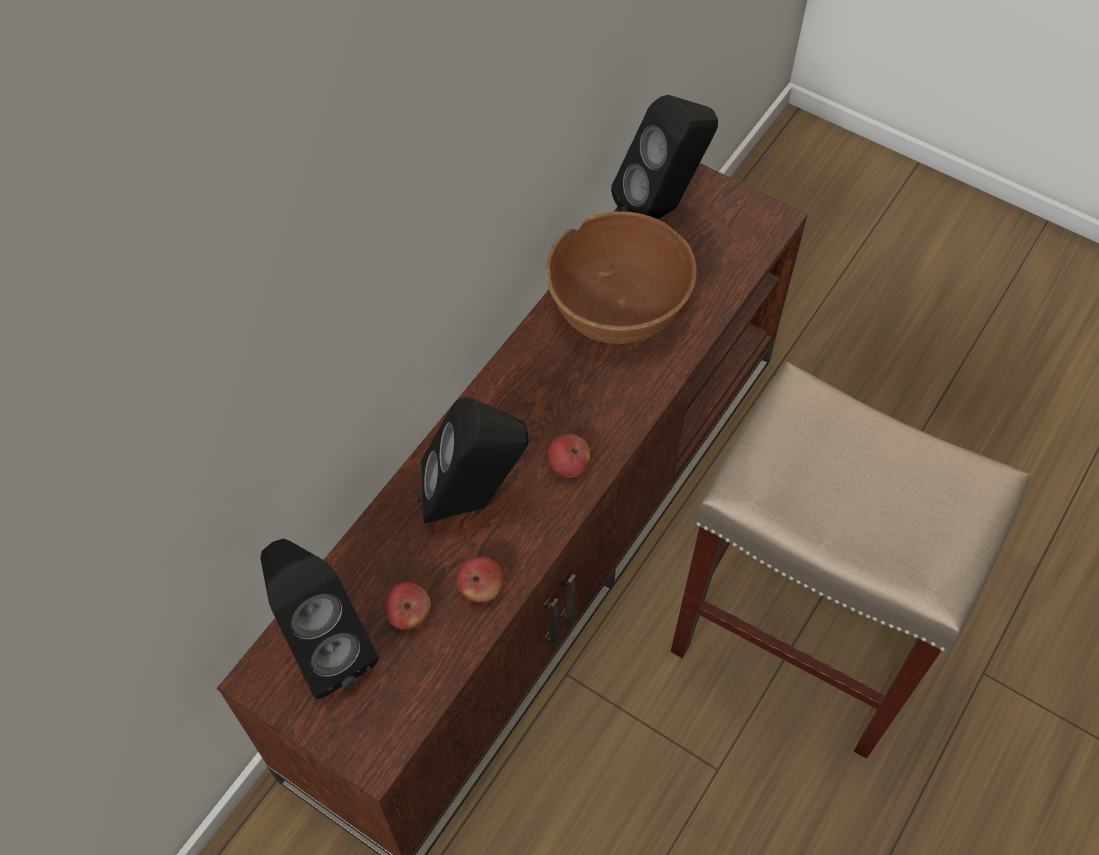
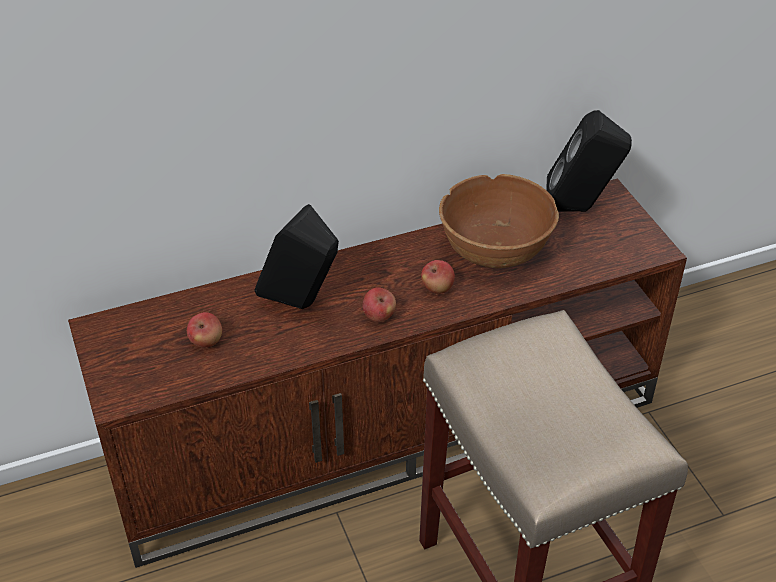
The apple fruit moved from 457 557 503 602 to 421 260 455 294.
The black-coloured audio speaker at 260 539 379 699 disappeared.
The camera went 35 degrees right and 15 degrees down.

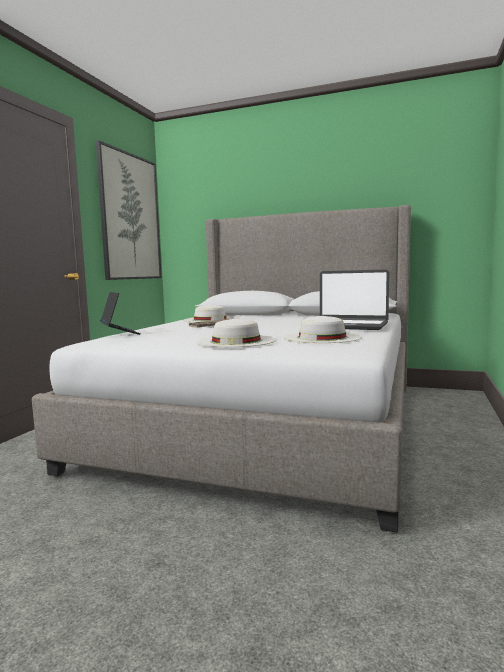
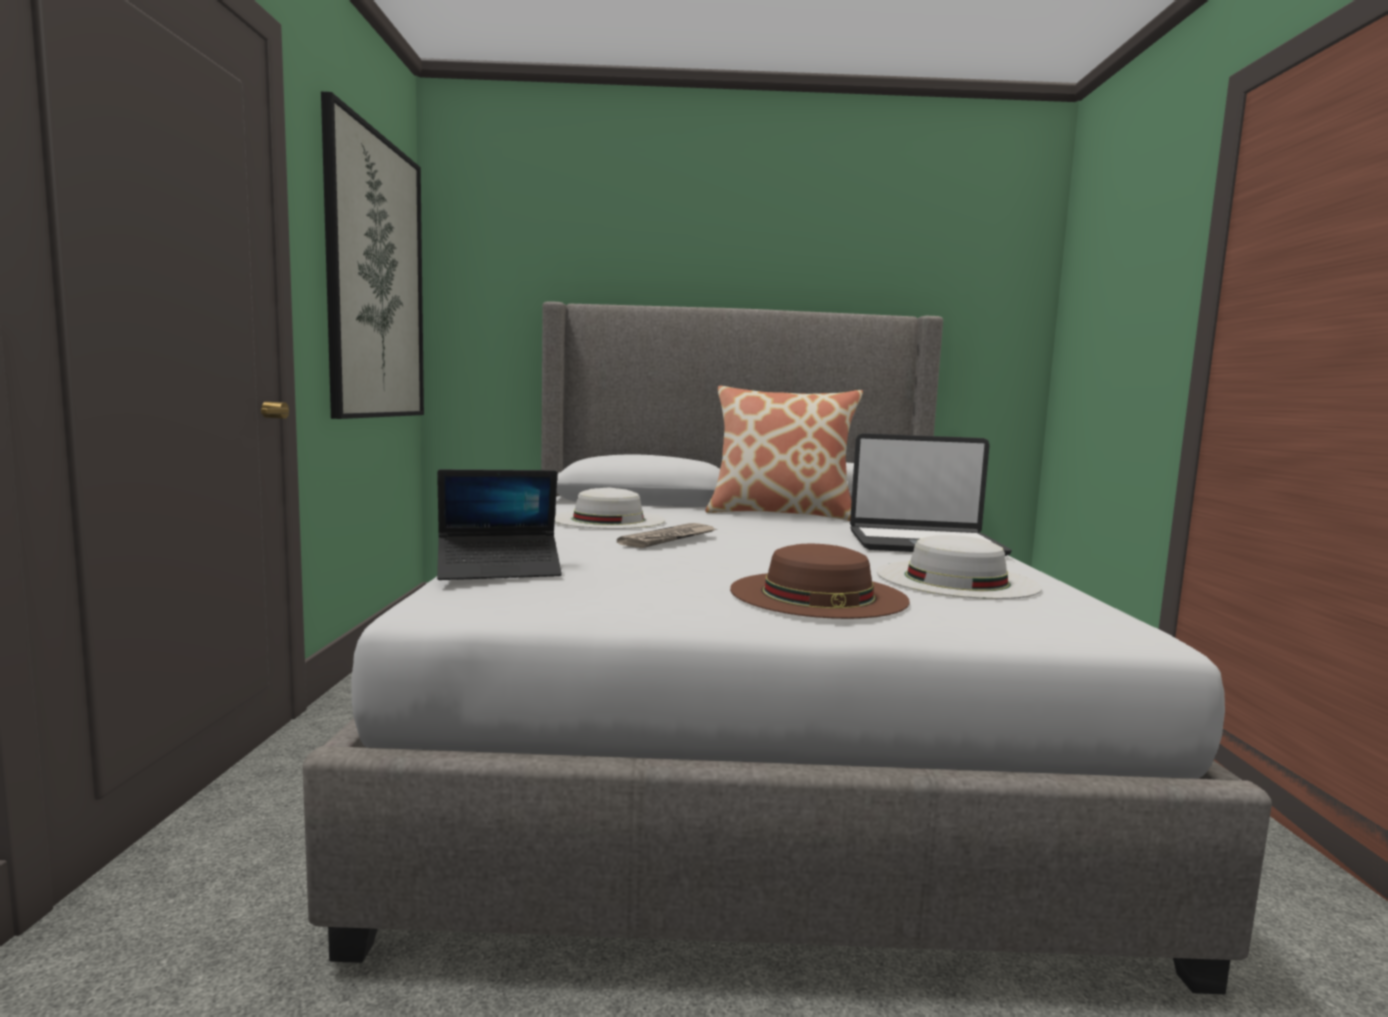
The laptop at 100 292 141 335 turned 120 degrees clockwise.
The cushion at 705 386 863 521 appeared.
The whitish wearable hat at 196 319 276 347 became the brownish wearable hat at 730 544 910 619.
The camera went 20 degrees left and 0 degrees up.

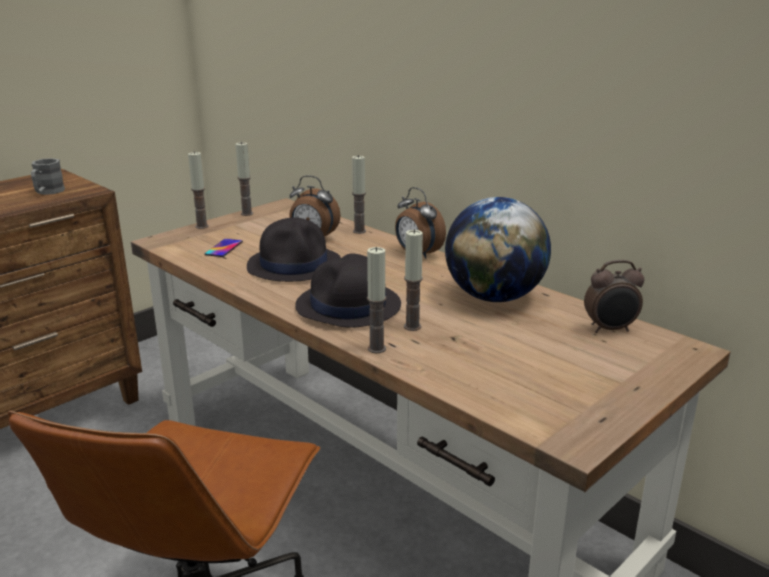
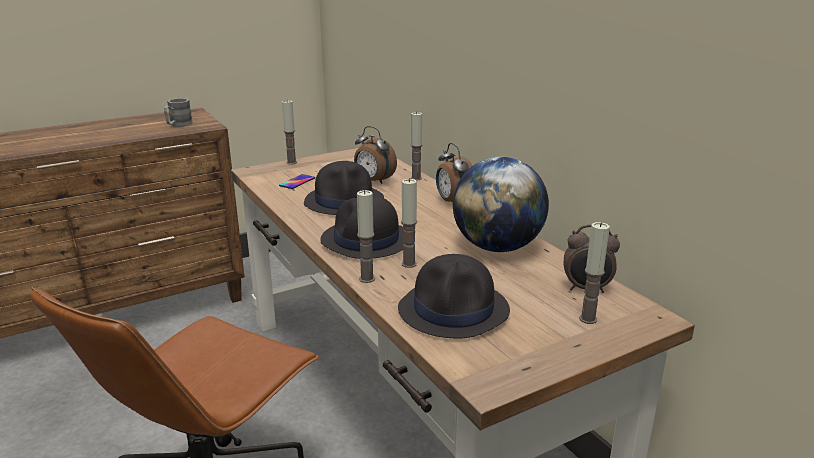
The black-coloured wearable hat at 398 254 510 338 appeared.
The wax candle moved from 236 141 253 216 to 579 222 610 324.
The camera went 15 degrees right and 0 degrees up.

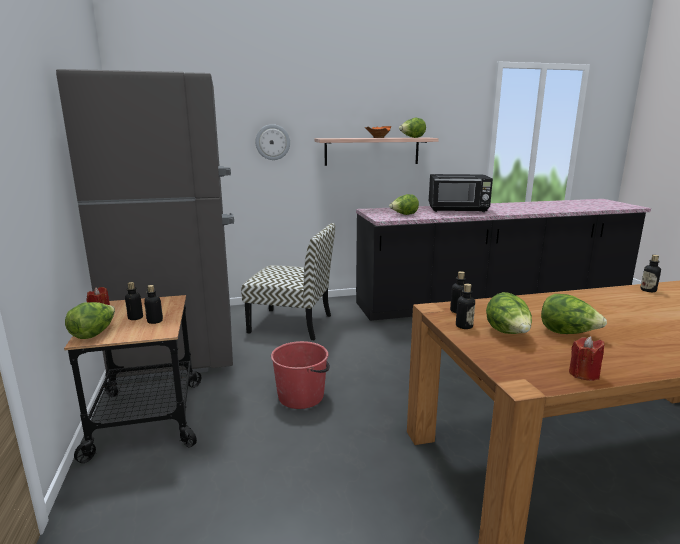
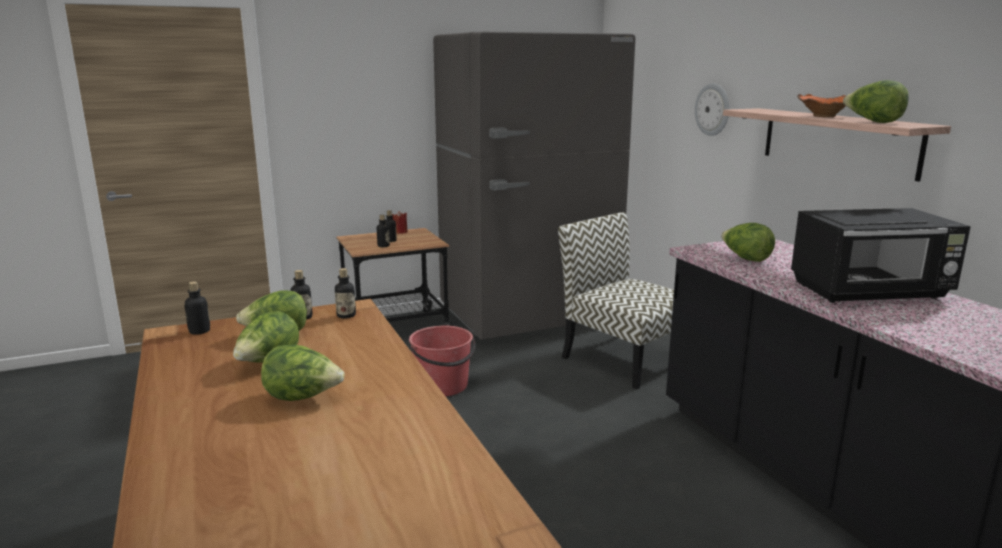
The bottle moved from 641 255 661 292 to 184 281 210 335.
The head of lettuce moved from 65 302 115 339 to 261 345 345 401.
The plain chair at 241 223 335 340 turned 135 degrees clockwise.
The black-coloured microwave oven at 429 174 493 212 turned 90 degrees counterclockwise.
The reddish wax candle at 569 336 604 381 disappeared.
The camera went 80 degrees right and 0 degrees up.

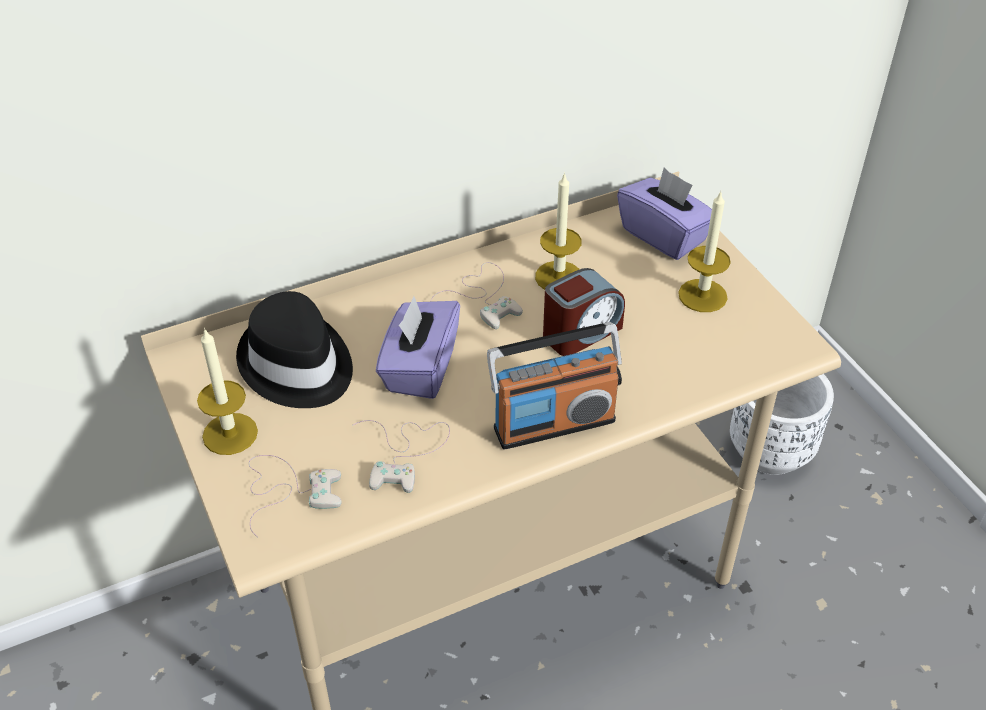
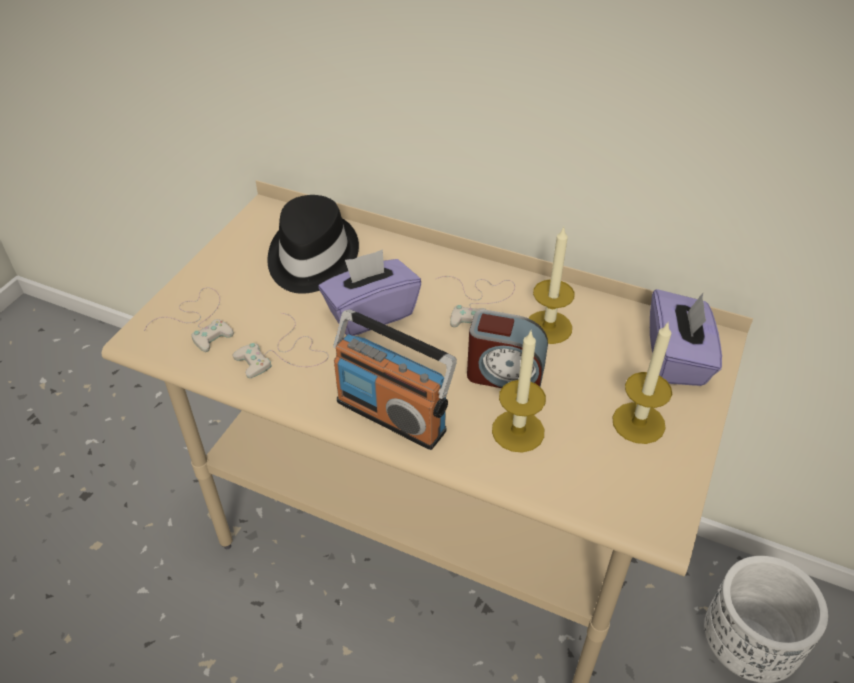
The wax candle moved from 197 328 258 455 to 492 331 546 453.
The camera went 50 degrees right and 0 degrees up.

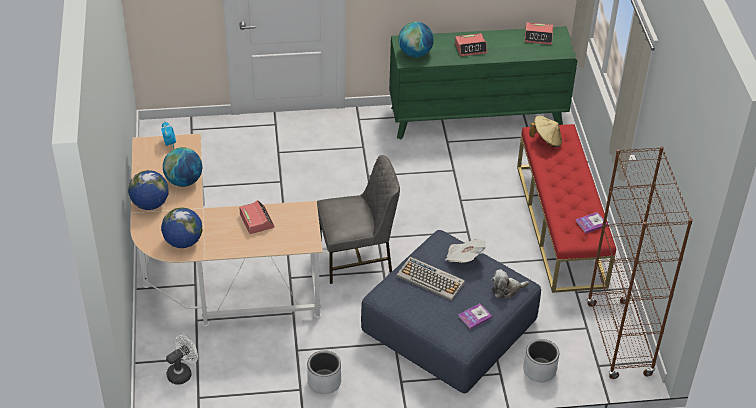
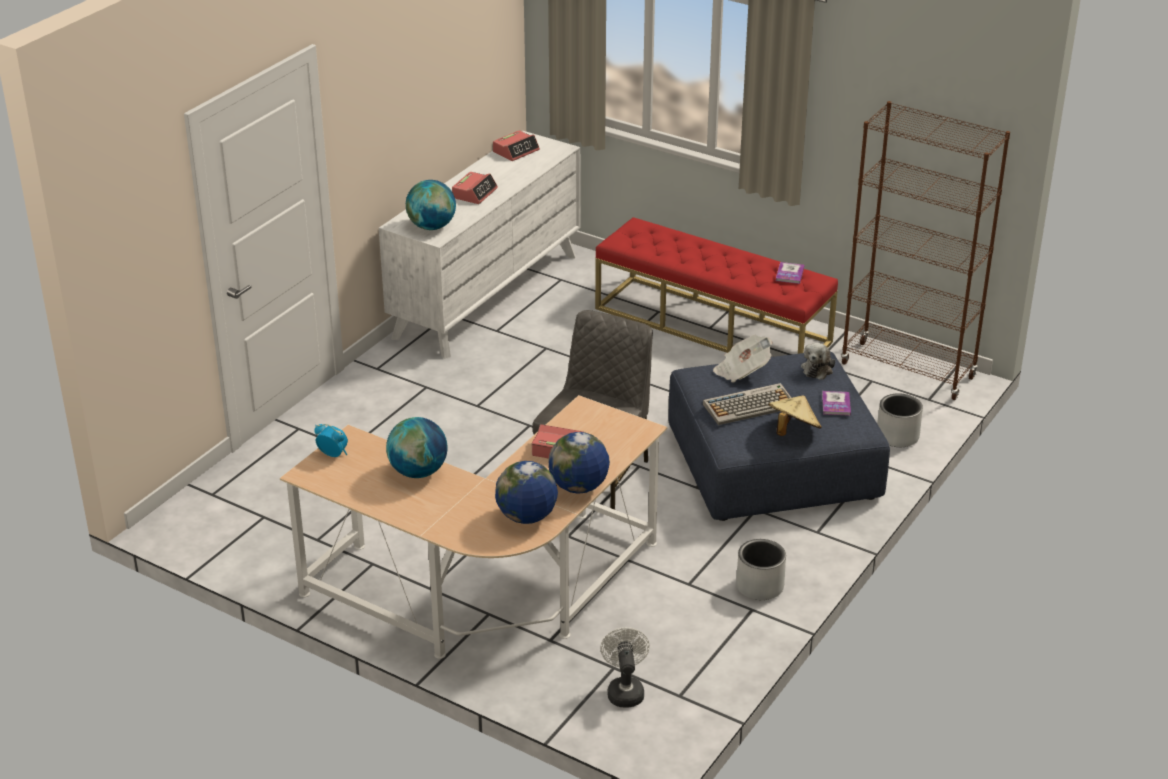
The green drawer chest at 389 26 578 139 became the whitish drawer chest at 379 131 580 359.
The desk globe moved from 128 170 169 210 to 549 432 610 494.
The sand-coloured wearable hat moved from 529 116 562 147 to 768 395 822 436.
The camera went 50 degrees left and 10 degrees down.

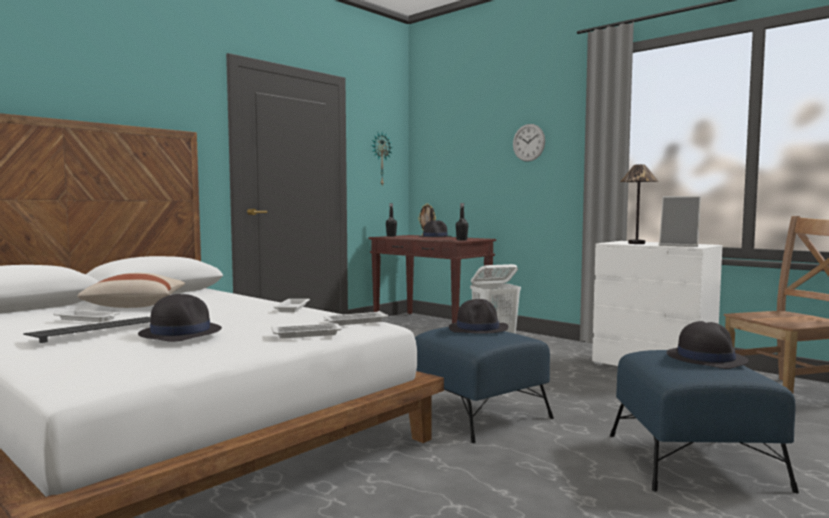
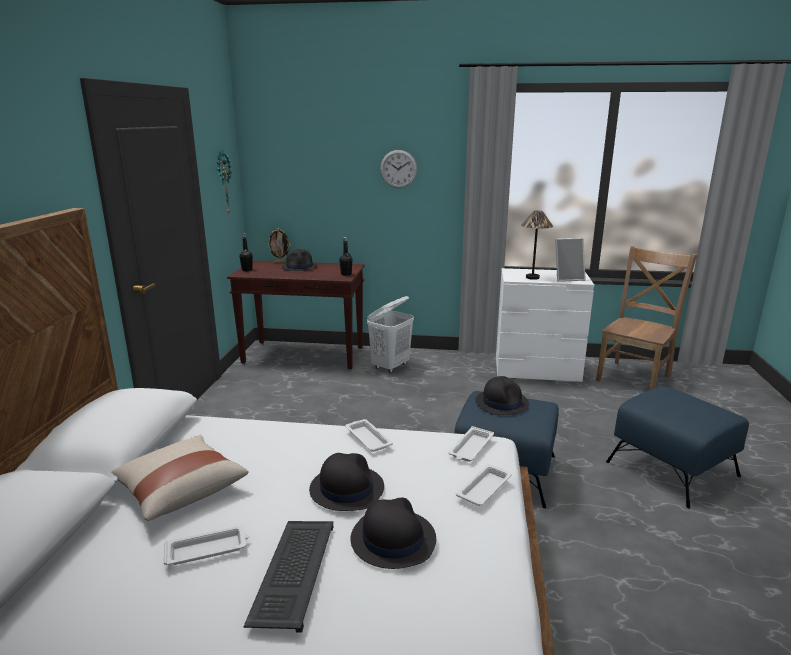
The black-coloured wearable hat moved from 666 321 749 369 to 309 453 384 511.
The camera went 35 degrees left and 15 degrees up.

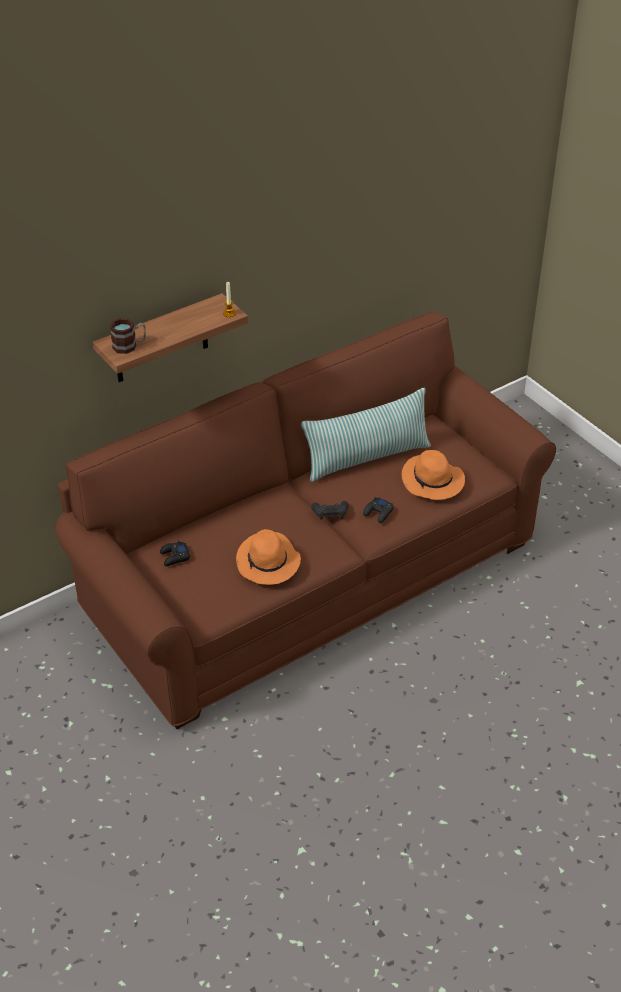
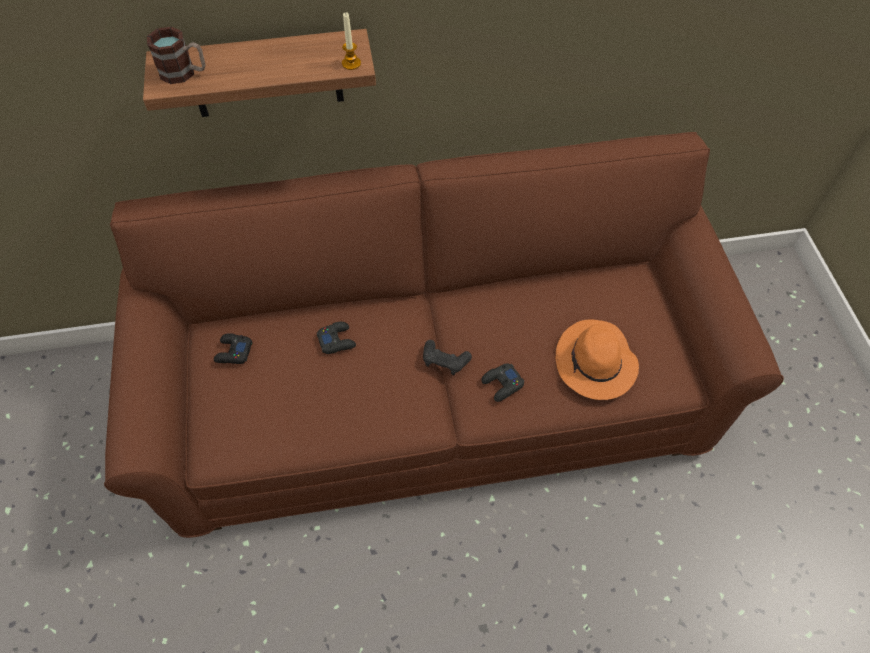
The black-coloured gamepad at 317 322 356 354 appeared.
The orangey wearable hat at 236 529 301 585 disappeared.
The cushion at 301 388 431 482 disappeared.
The camera went 25 degrees right and 15 degrees up.

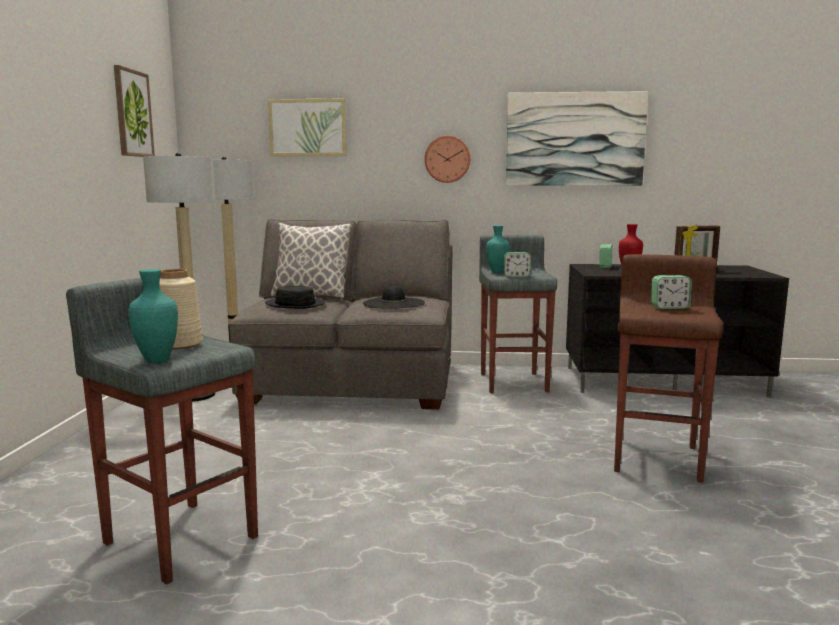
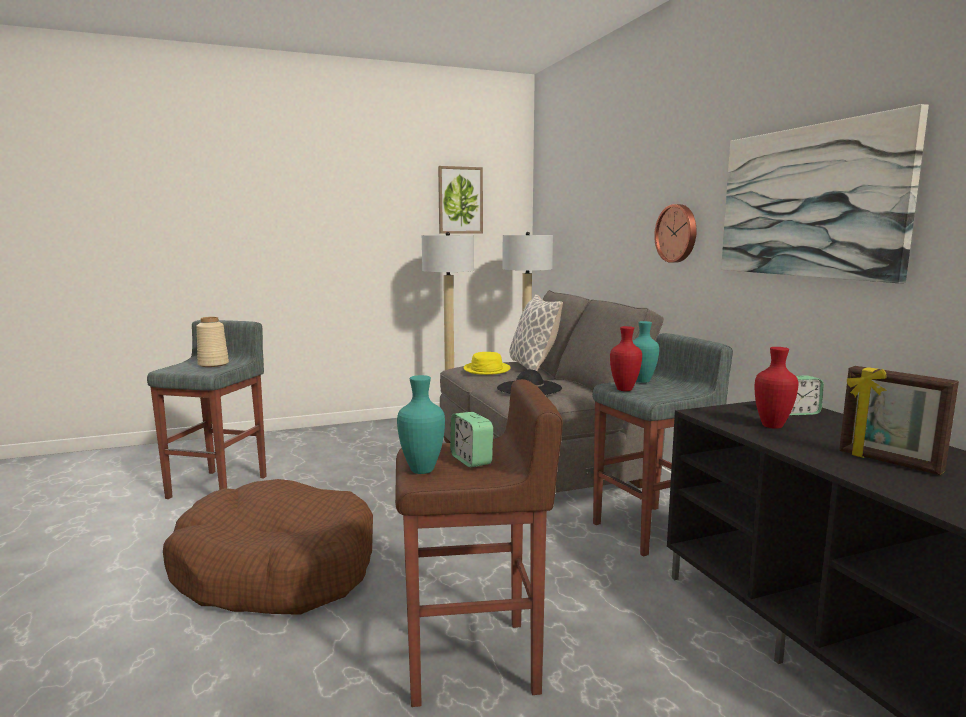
The brownish dog cushion at 163 479 373 615 appeared.
The blue-green flower vase moved from 128 269 178 363 to 397 375 445 474.
The black-coloured wearable hat at 265 286 326 309 became the yellow wearable hat at 463 352 511 375.
The bedside clock at 503 252 531 277 was replaced by the reddish flower vase at 610 326 642 391.
The wall picture at 268 98 347 156 disappeared.
The camera went 65 degrees right and 0 degrees up.

